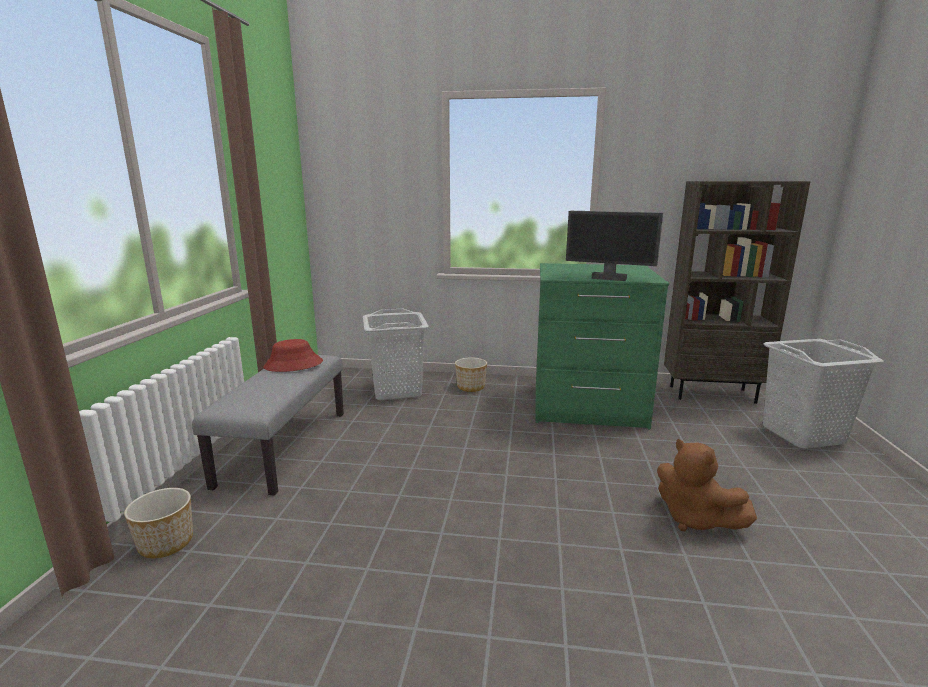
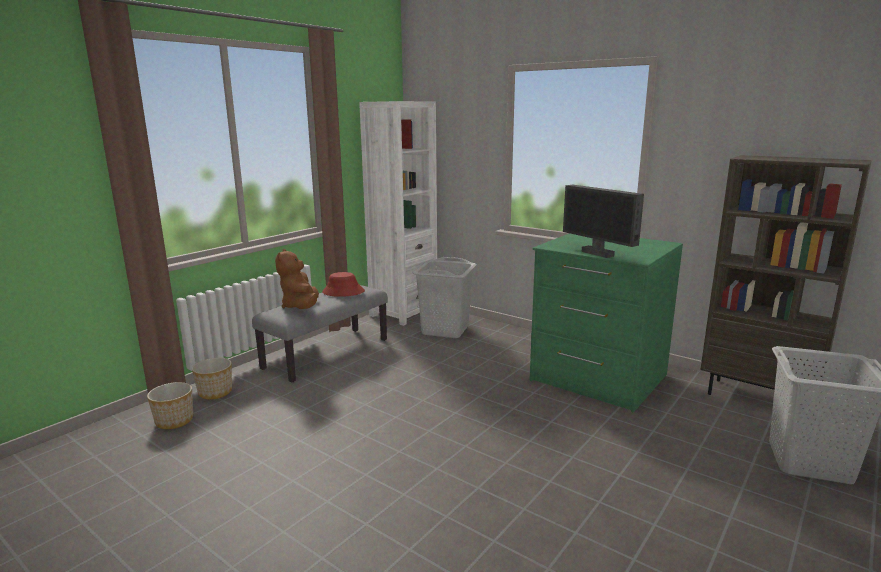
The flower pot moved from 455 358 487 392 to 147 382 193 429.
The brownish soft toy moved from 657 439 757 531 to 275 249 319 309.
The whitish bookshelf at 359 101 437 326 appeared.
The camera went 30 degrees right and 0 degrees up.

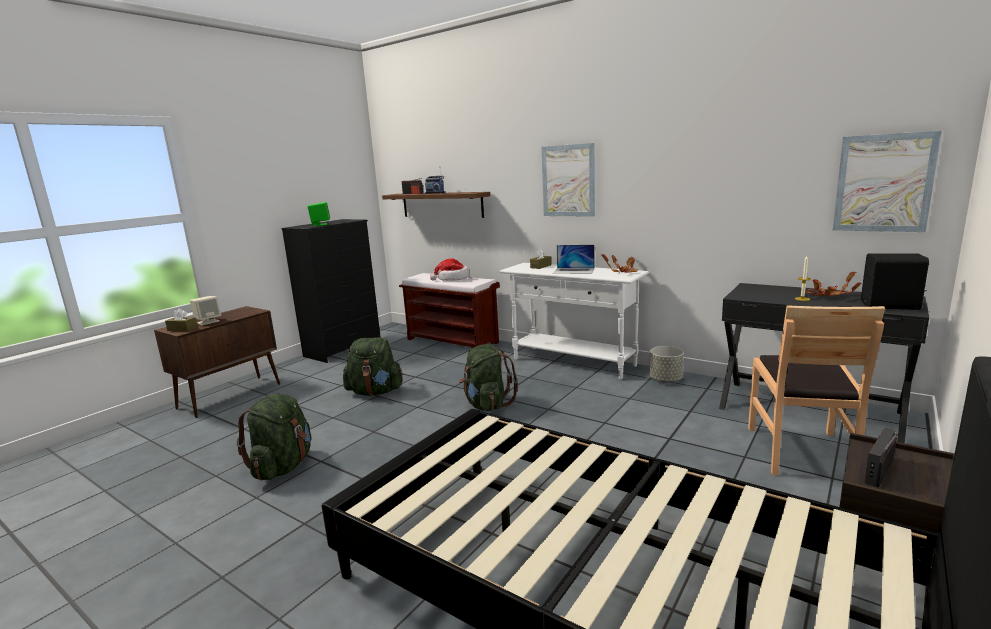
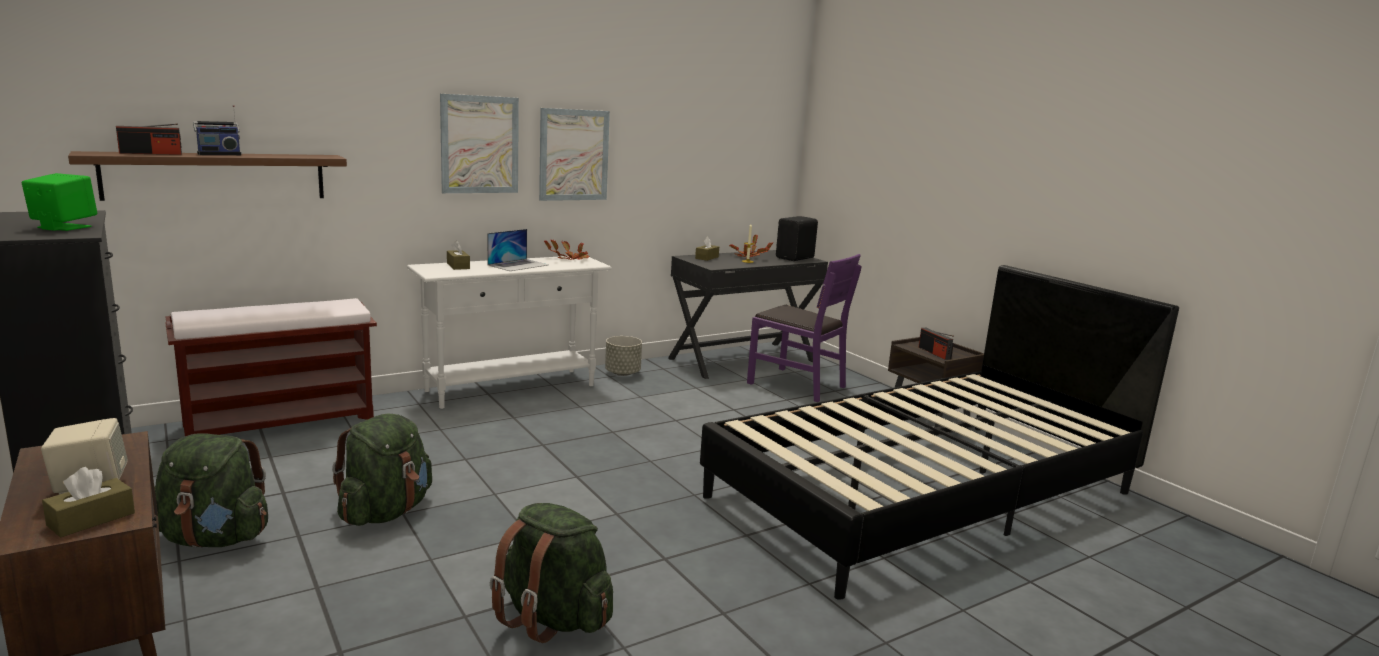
The green backpack moved from 459 344 518 411 to 154 433 268 547.
The wall picture moved from 833 131 942 232 to 539 108 610 201.
The brownish box of tissues at 695 236 719 261 appeared.
The brownish plain chair at 748 305 885 475 became the purple plain chair at 747 254 861 402.
The wearable hat at 430 258 470 281 disappeared.
The camera went 70 degrees left and 0 degrees up.

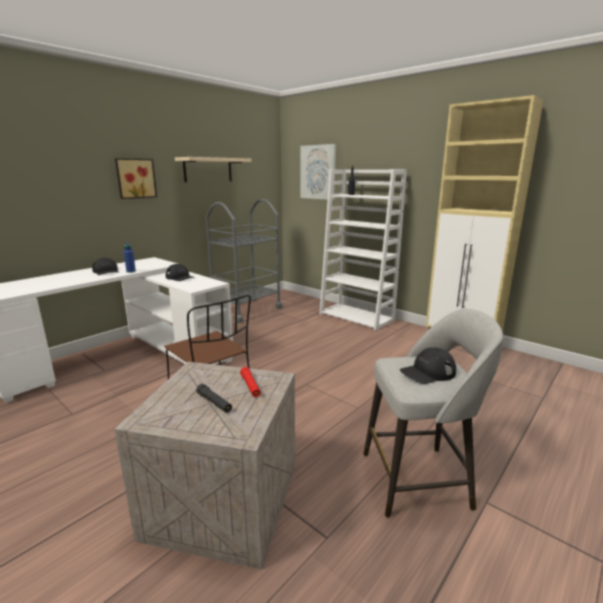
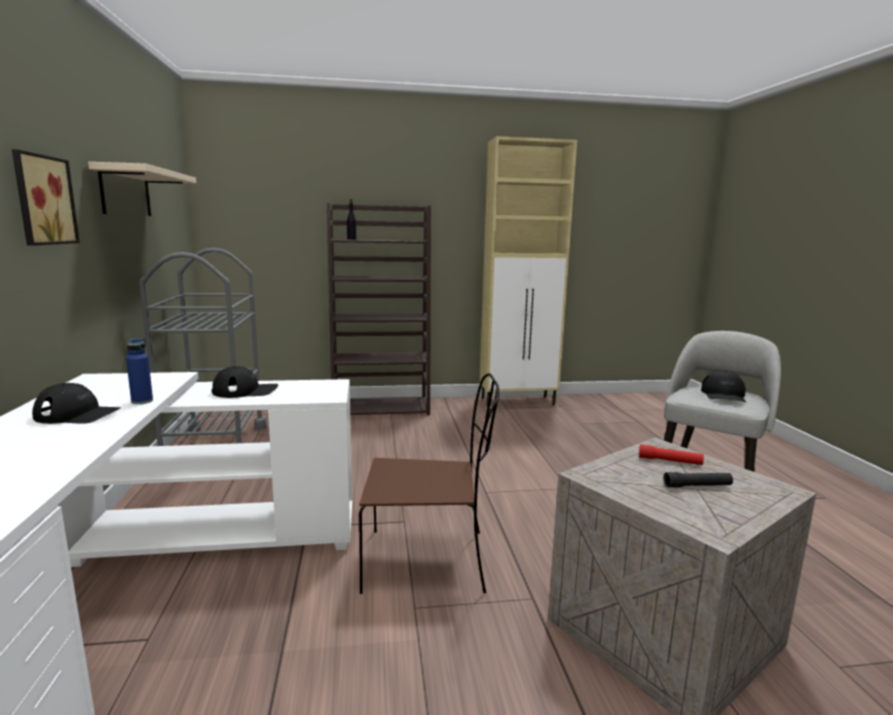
The whitish bookshelf at 319 169 407 331 became the brownish bookshelf at 327 203 431 415.
The wall picture at 300 144 336 200 disappeared.
The camera went 50 degrees left and 5 degrees down.

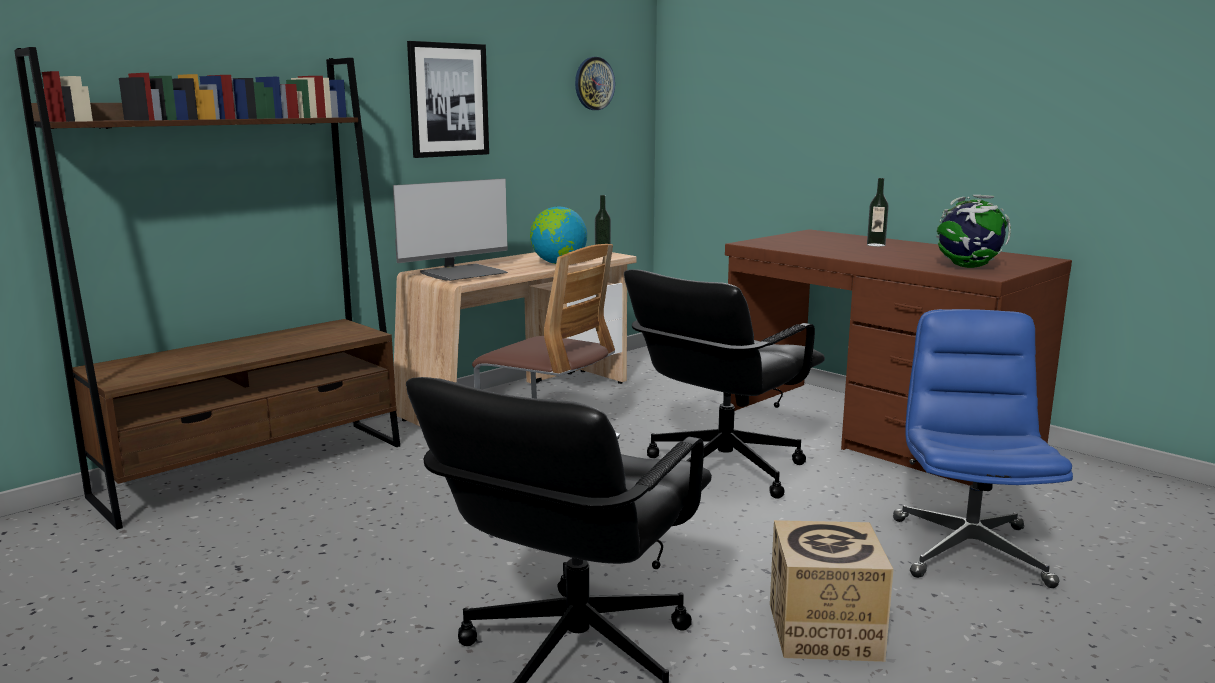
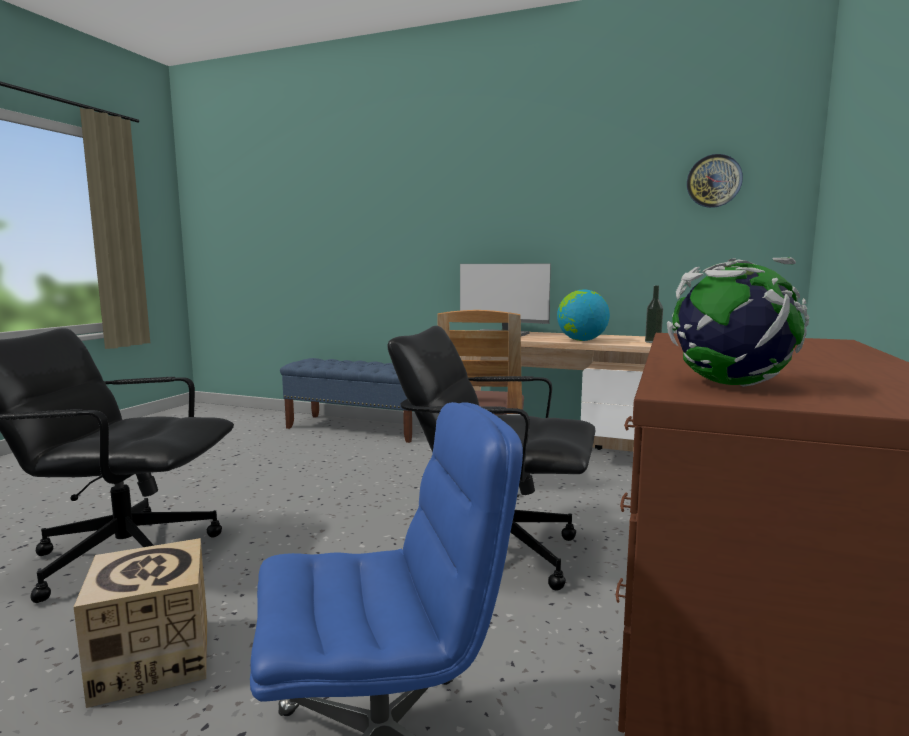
The brownish bookshelf at 14 47 400 530 was replaced by the bluish indoor bench at 280 358 412 443.
The wall picture at 407 41 489 158 disappeared.
The bottle at 867 178 889 247 disappeared.
The camera went 65 degrees right and 5 degrees down.

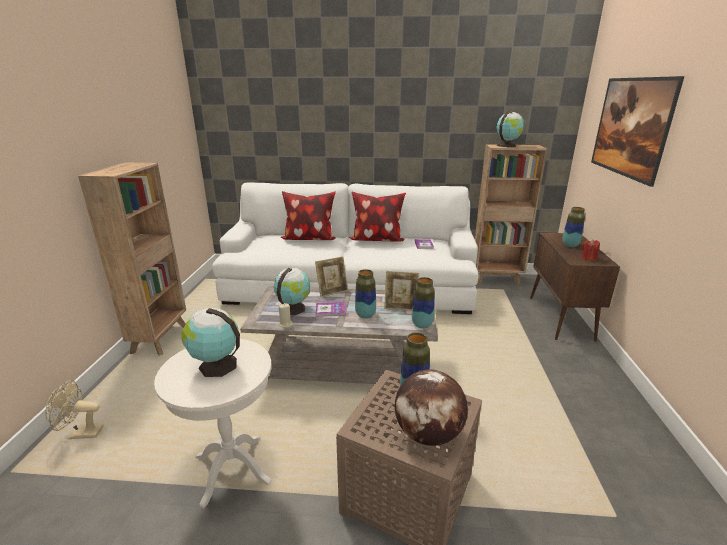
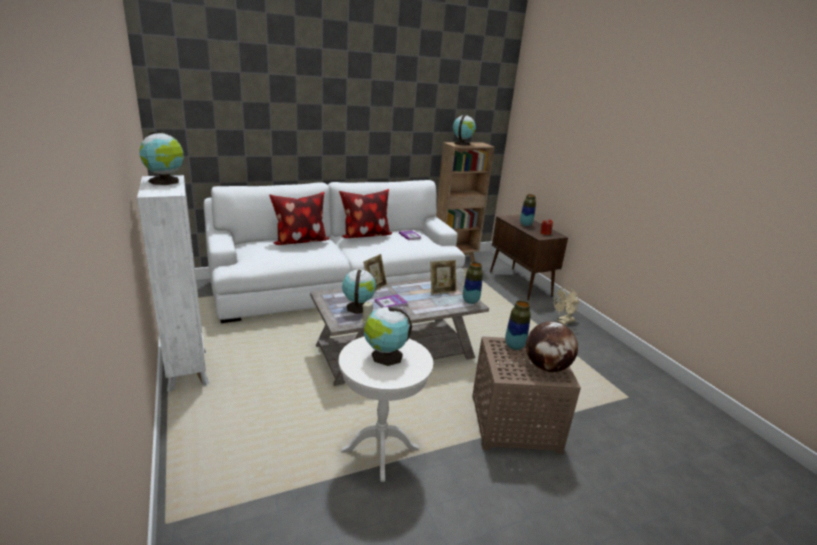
The brownish bookshelf at 78 162 186 356 became the whitish bookshelf at 137 175 209 392.
The desk globe at 139 131 184 185 appeared.
The sand-coloured electric fan moved from 45 380 104 439 to 554 287 579 325.
The flower vase at 355 269 376 319 disappeared.
The wall picture at 591 76 684 187 disappeared.
The camera went 30 degrees left and 0 degrees up.

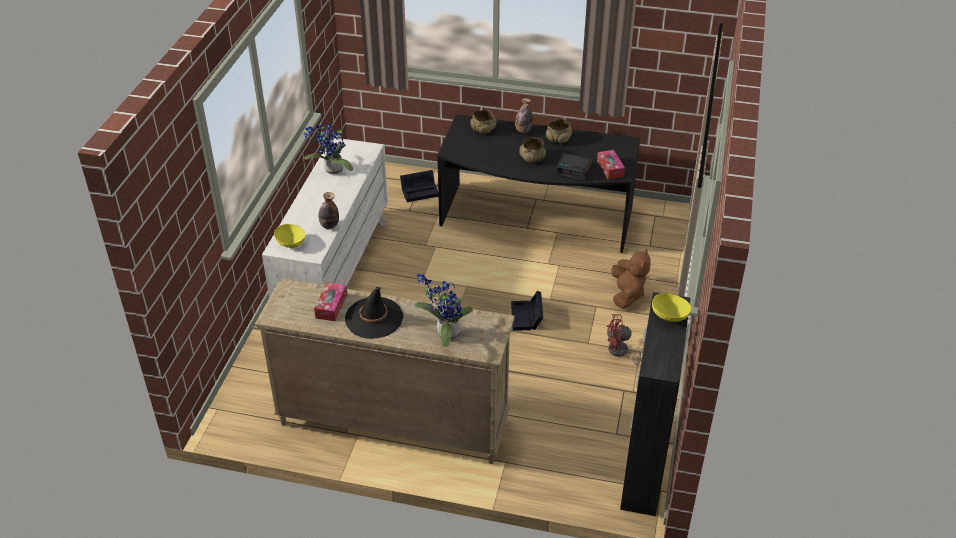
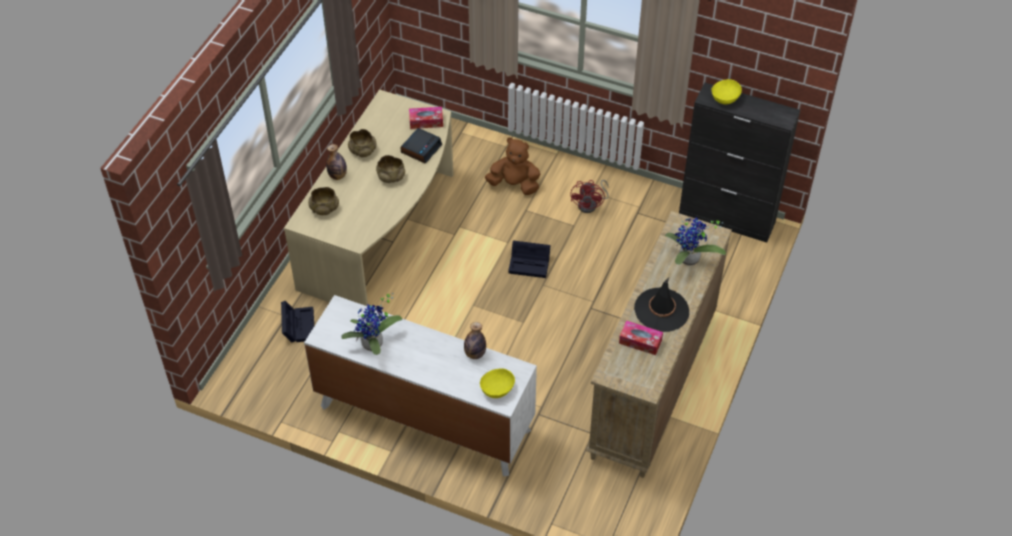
The black-coloured desk table at 437 114 640 253 became the sand-coloured desk table at 284 89 453 306.
The camera went 80 degrees left and 10 degrees up.

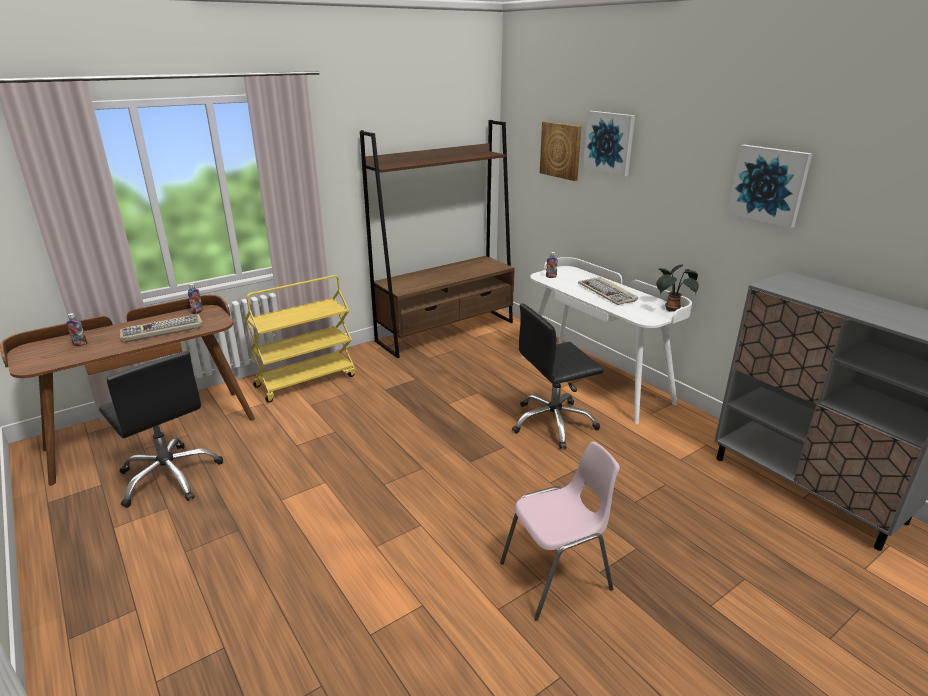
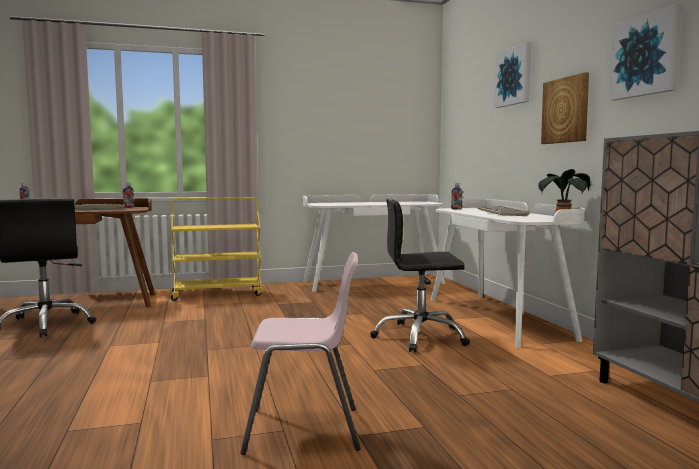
The brownish bookshelf at 360 120 515 358 was replaced by the whitish desk table at 303 194 445 292.
The wall picture moved from 540 121 582 181 to 541 72 589 144.
The camera went 20 degrees right and 20 degrees down.

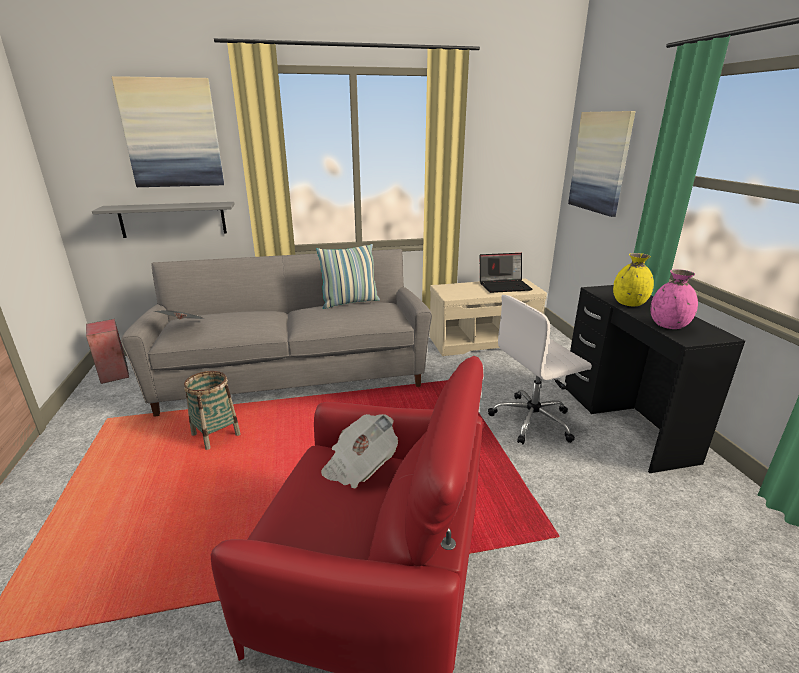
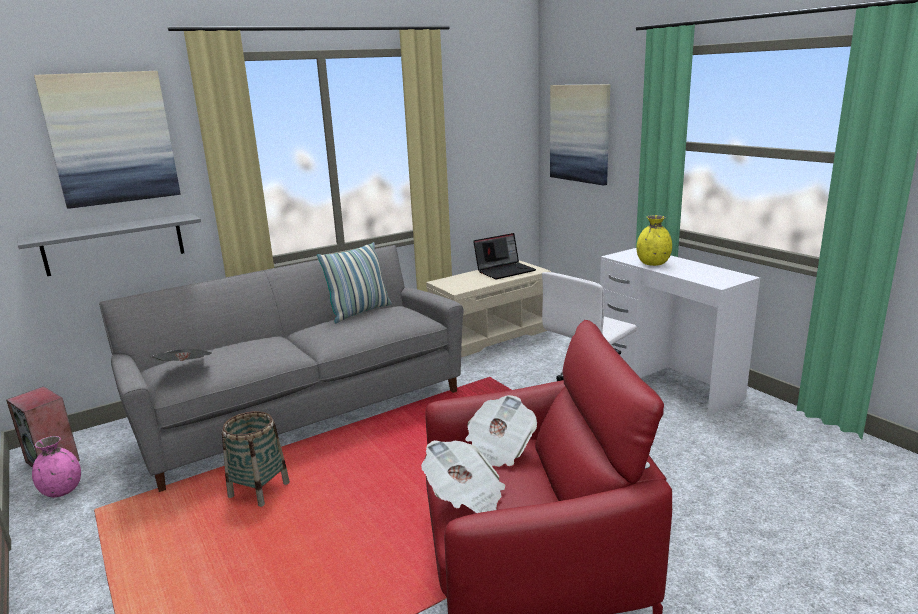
The pinkish flower vase moved from 651 269 698 329 to 32 436 81 497.
The daily paper at 421 440 505 513 appeared.
The black-coloured desk table at 565 285 745 473 became the whitish desk table at 600 248 760 416.
The camera went 20 degrees left and 5 degrees down.

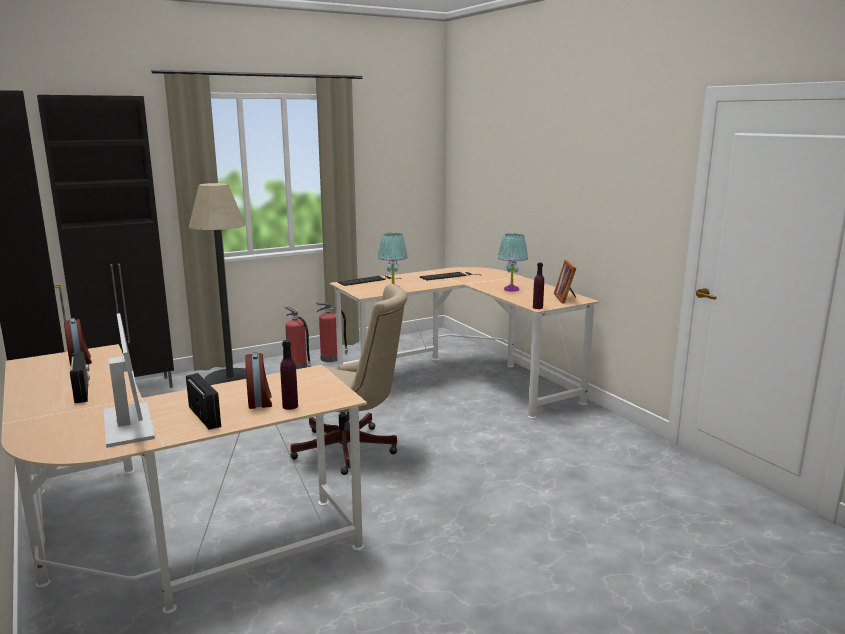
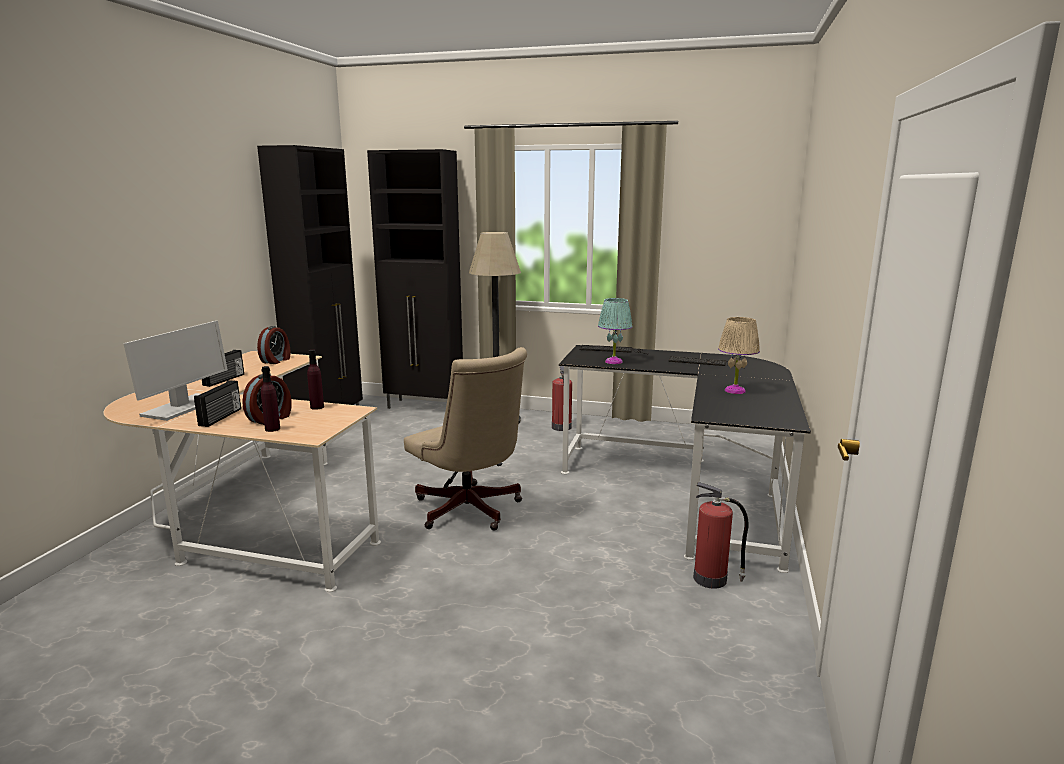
The purple bottle moved from 533 262 544 309 to 307 350 324 410.
The sand-coloured desk table at 330 267 599 419 became the black-coloured desk table at 559 345 811 573.
The fire-fighting cylinder moved from 316 303 348 362 to 693 482 749 589.
The blue-green table lamp at 498 233 528 291 became the sand-coloured table lamp at 718 317 760 394.
The standing frame at 554 260 576 304 disappeared.
The camera went 45 degrees right and 0 degrees up.

